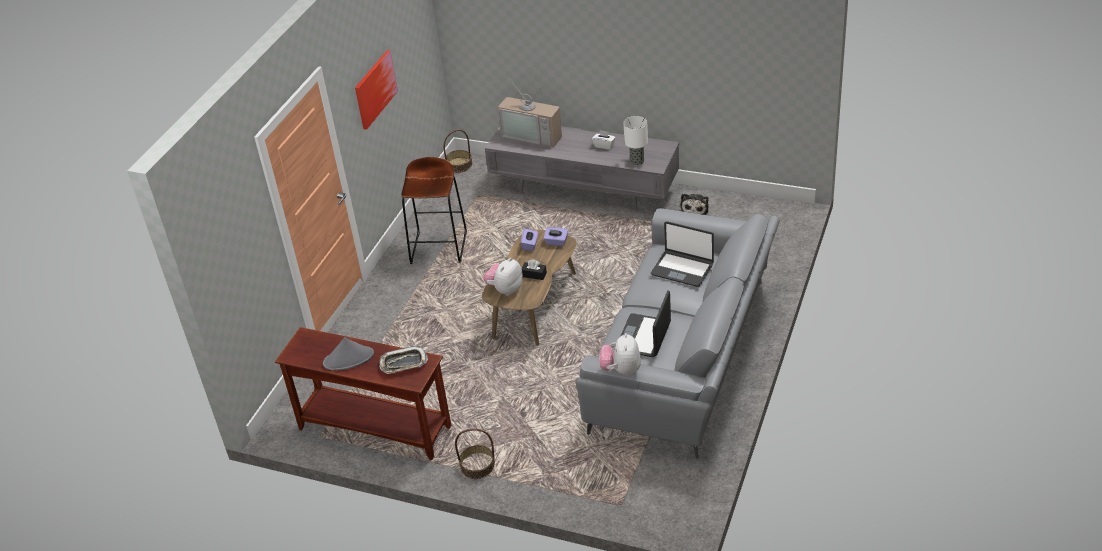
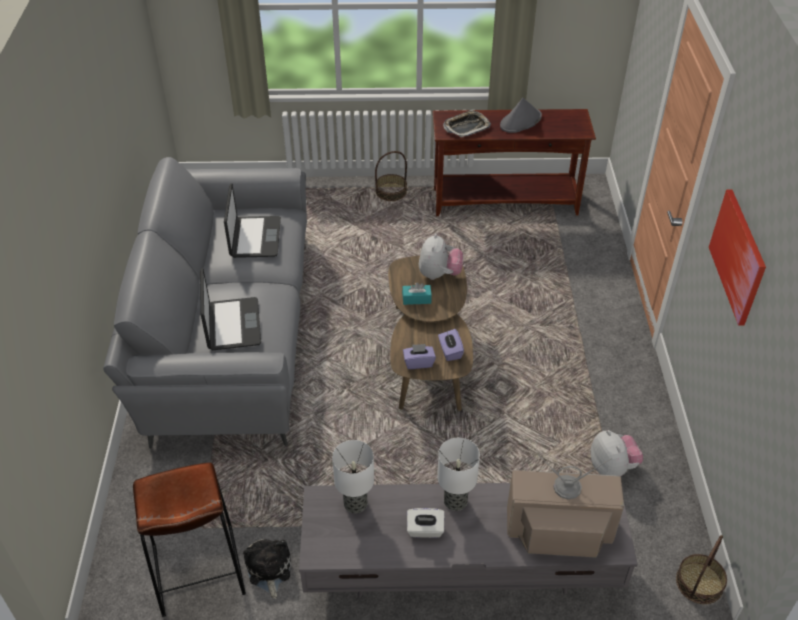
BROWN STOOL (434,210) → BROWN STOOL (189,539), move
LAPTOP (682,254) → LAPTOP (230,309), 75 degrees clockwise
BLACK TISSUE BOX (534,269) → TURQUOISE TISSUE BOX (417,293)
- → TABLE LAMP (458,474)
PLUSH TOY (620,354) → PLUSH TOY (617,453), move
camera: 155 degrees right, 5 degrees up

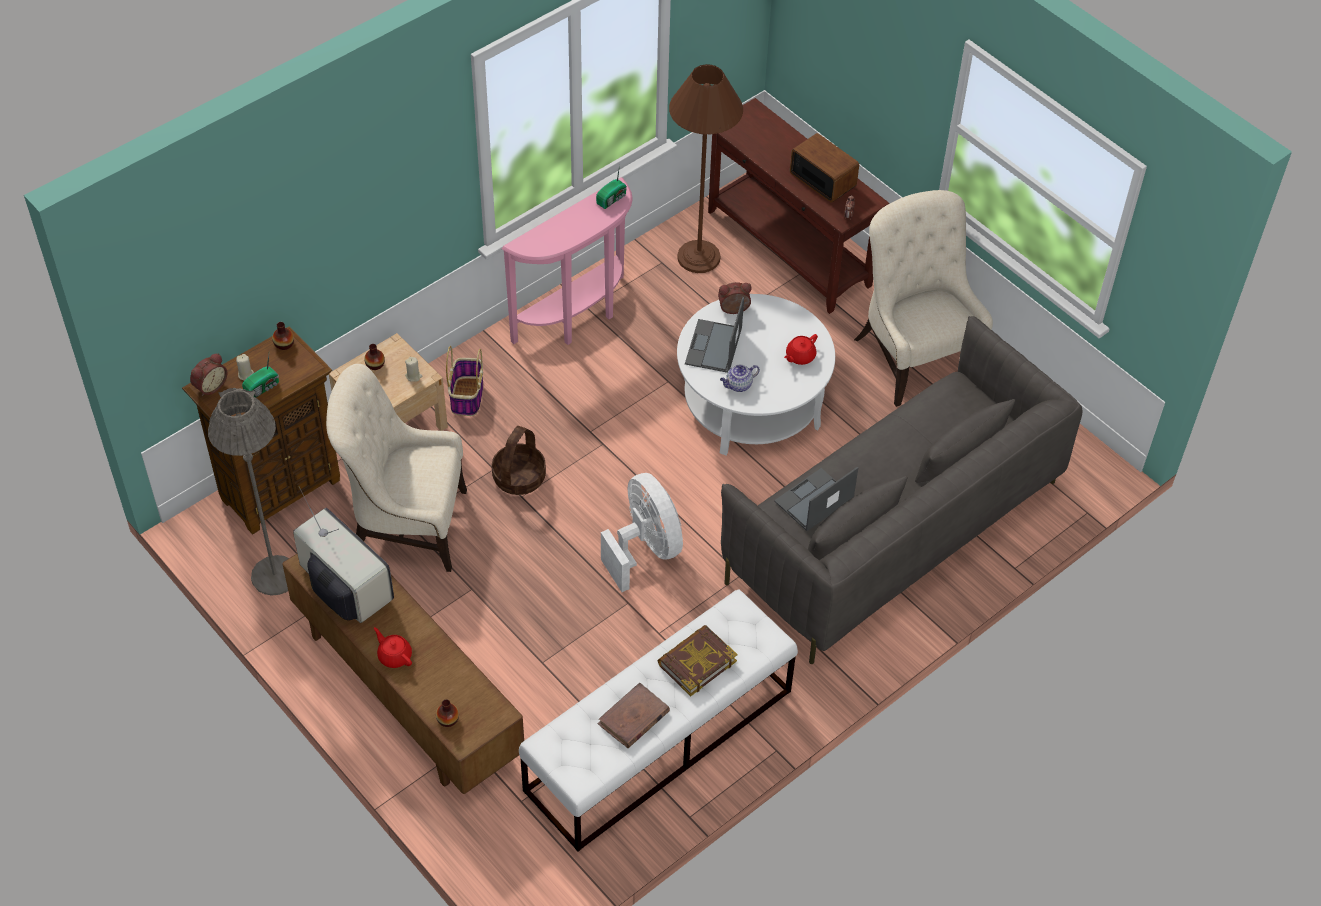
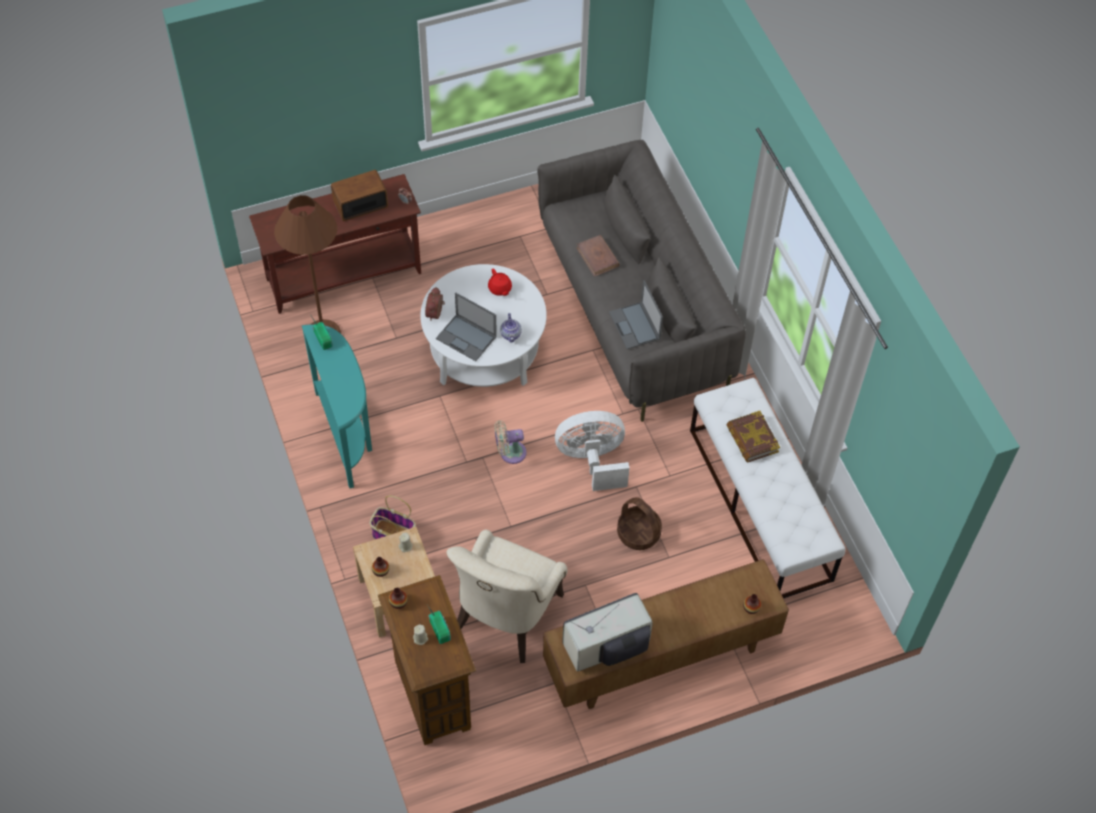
PINK CONSOLE TABLE (567,261) → TURQUOISE CONSOLE TABLE (337,406)
- → BEIGE FAN (510,442)
BROWN BOOK (633,715) → BROWN BOOK (598,256), move
BASKET (519,460) → BASKET (639,523), move
ALARM CLOCK (208,374) → -
GREY FLOOR LAMP (248,492) → -
RED TEAPOT (393,647) → -
BEIGE ARMCHAIR (923,298) → -
camera: 70 degrees left, 5 degrees up

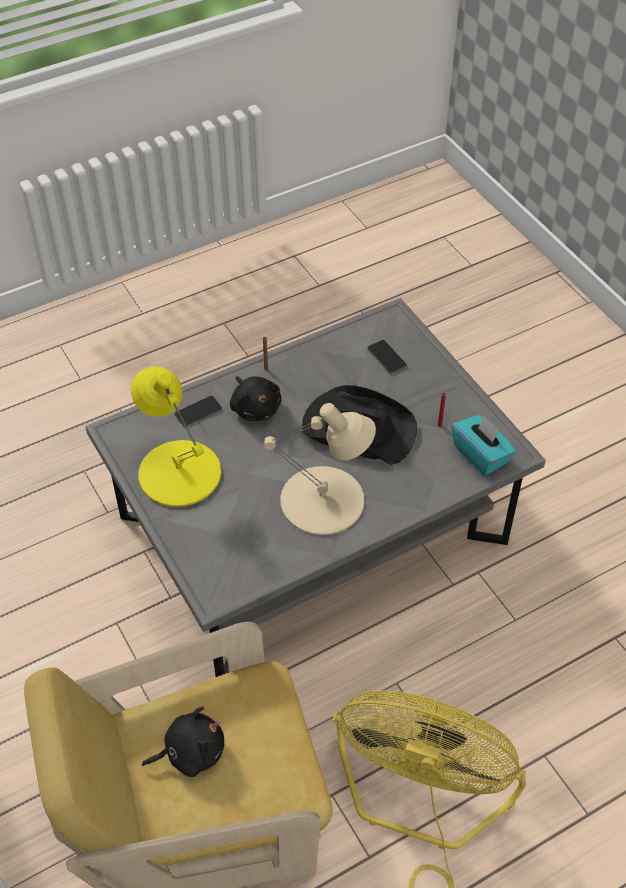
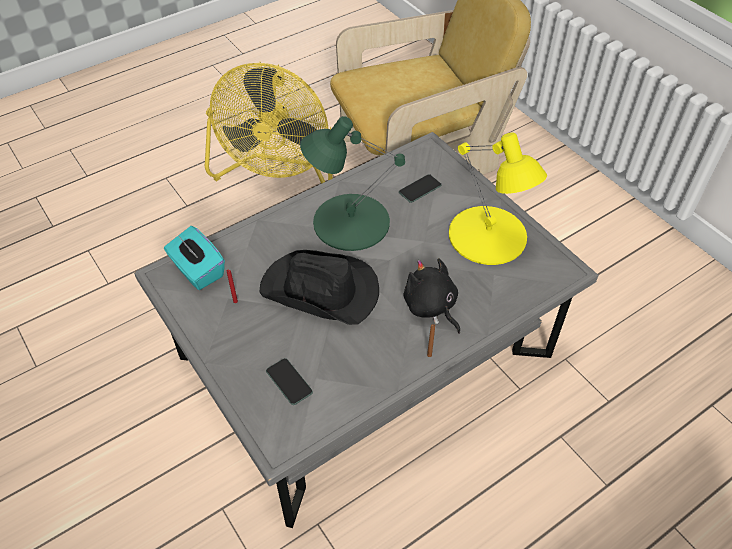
BEIGE TABLE LAMP (320,469) → GREEN TABLE LAMP (352,183)
PHONE (198,411) → PHONE (420,188), move
BLACK PLUSH TOY (183,742) → -
camera: 175 degrees right, 0 degrees up

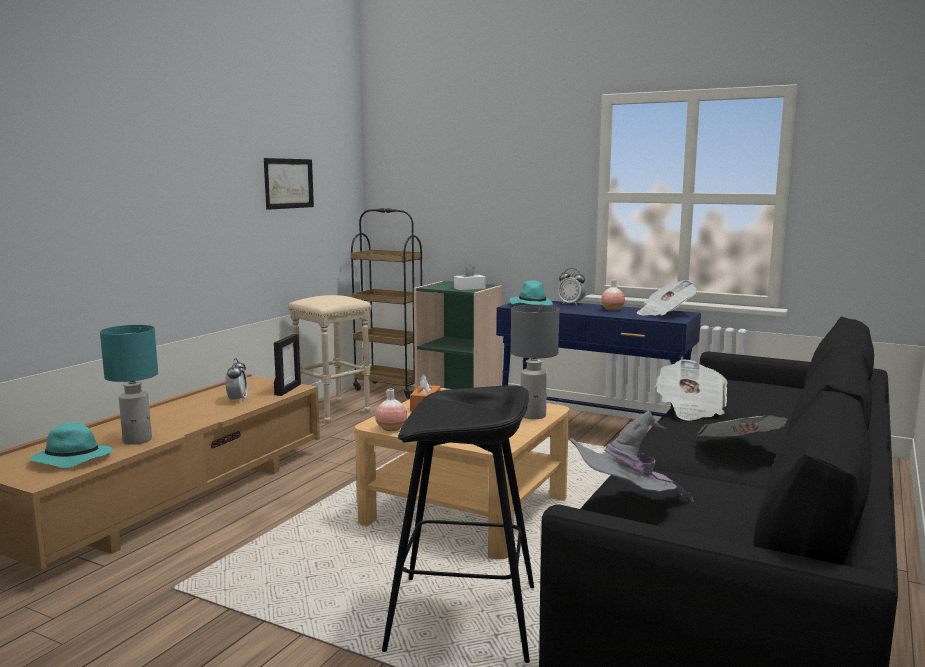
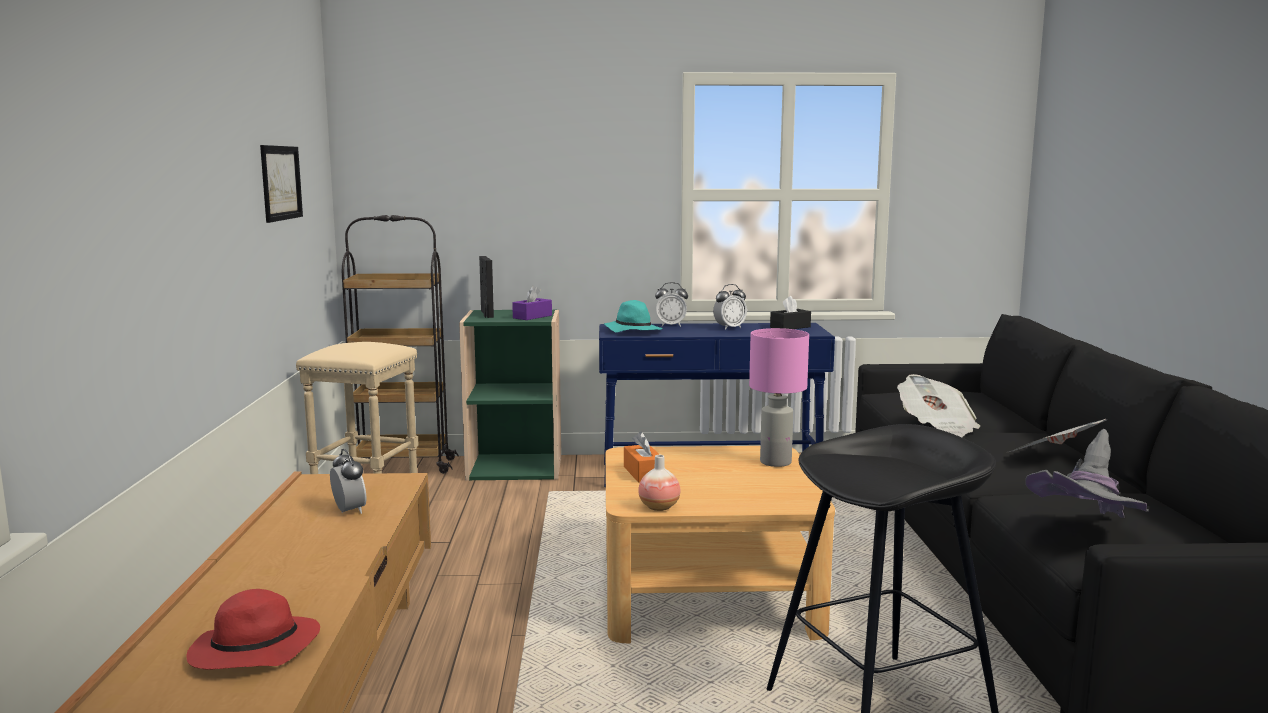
TURQUOISE HAT (71,445) → RED HAT (253,629)
PICTURE FRAME (287,365) → PICTURE FRAME (486,287), move
WHITE TISSUE BOX (470,277) → PURPLE TISSUE BOX (532,303)
VASE (613,295) → ALARM CLOCK (730,307)
GREY TABLE LAMP (535,362) → PINK TABLE LAMP (779,397)
NEWSPAPER (667,298) → BLACK TISSUE BOX (790,312)
TURQUOISE TABLE LAMP (129,385) → -
camera: 30 degrees left, 0 degrees up

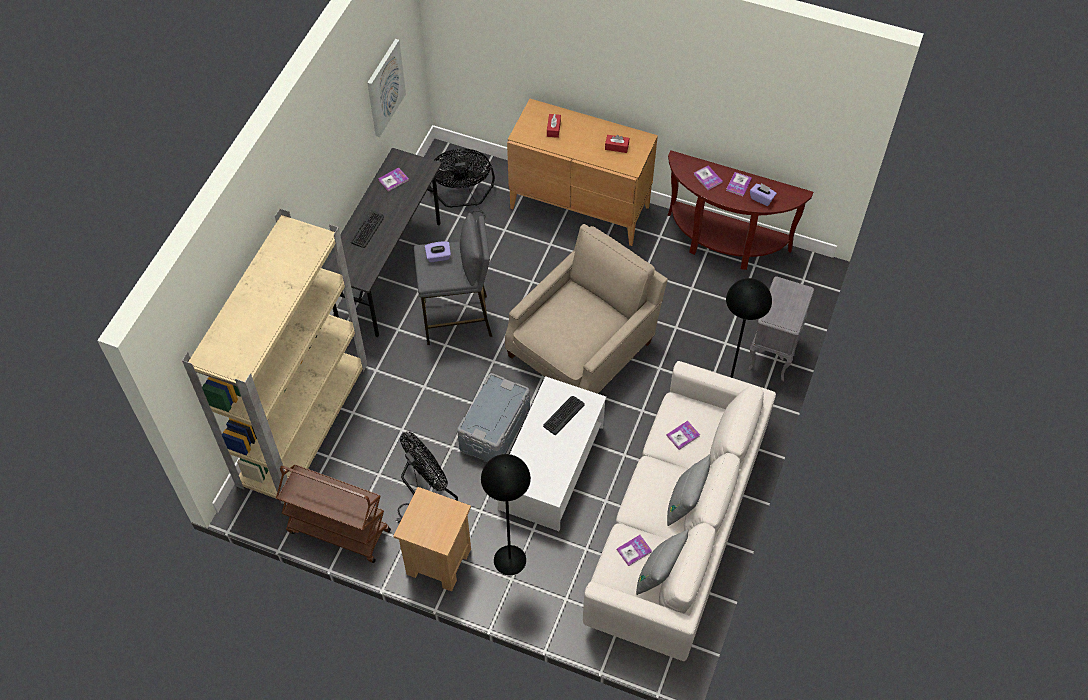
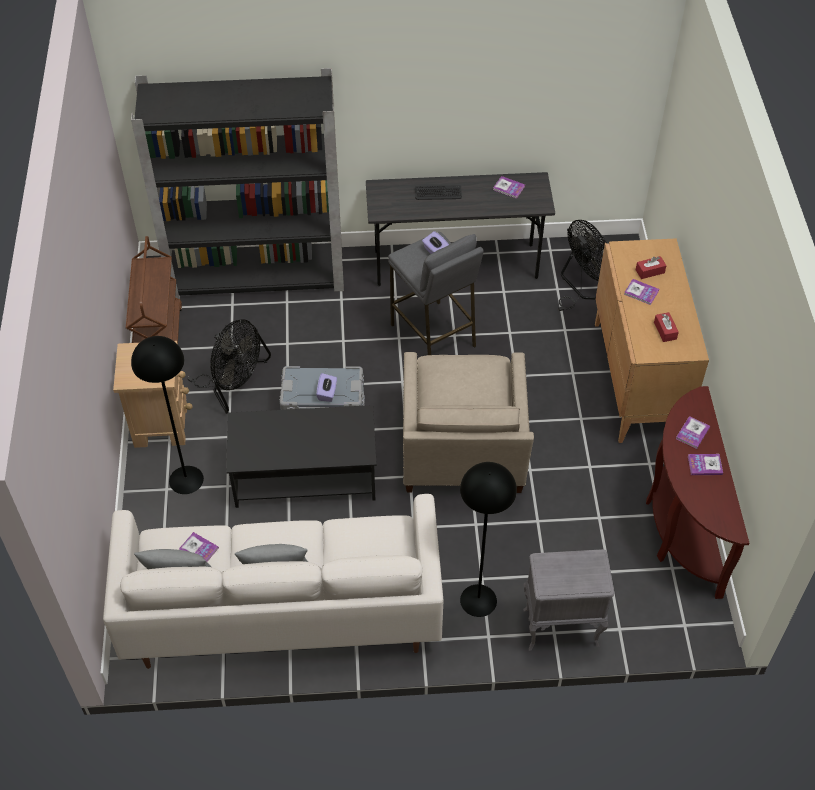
BEIGE BOOKCASE (275,356) → BLACK BOOKCASE (237,183)
WHITE COFFEE TABLE (552,453) → BLACK COFFEE TABLE (301,456)
PURPLE TISSUE BOX (763,194) → PURPLE TISSUE BOX (326,387), move
BEIGE ARMCHAIR (586,309) → BEIGE ARMCHAIR (468,422), 75 degrees clockwise
BOOK (683,435) → BOOK (641,292), move
PICTURE (386,88) → -
KEYBOARD (564,415) → -
camera: 65 degrees right, 5 degrees down

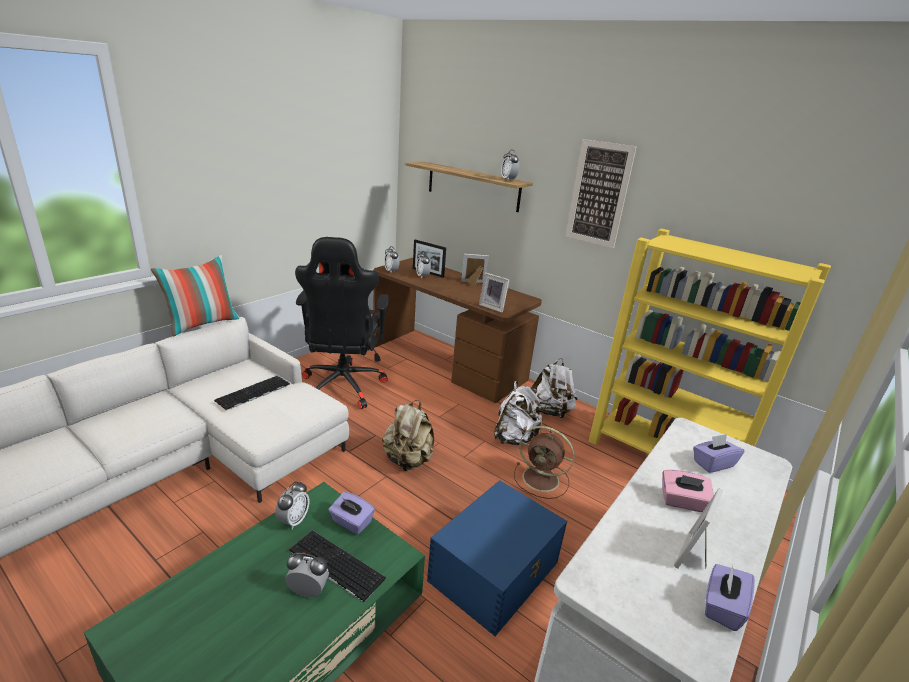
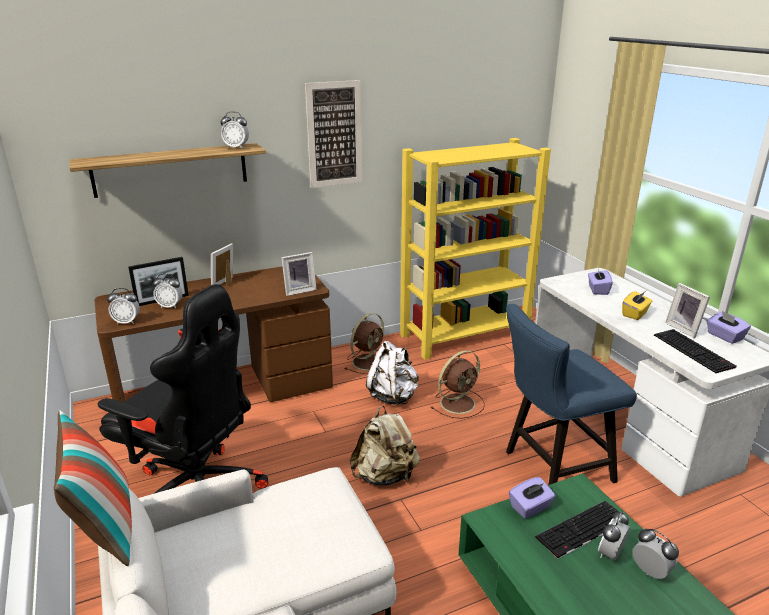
WHITE BACKPACK (554,388) → BROWN FAN (364,343)
BLUE STORAGE BOX (497,558) → BLUE CHAIR (571,394)
PINK TISSUE BOX (688,491) → YELLOW TISSUE BOX (637,305)
ALARM CLOCK (292,505) → ALARM CLOCK (656,553), move
KEYBOARD (252,393) → KEYBOARD (695,351), move
camera: 60 degrees left, 0 degrees up

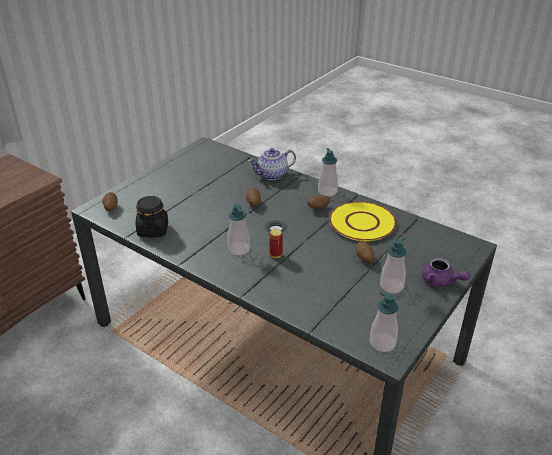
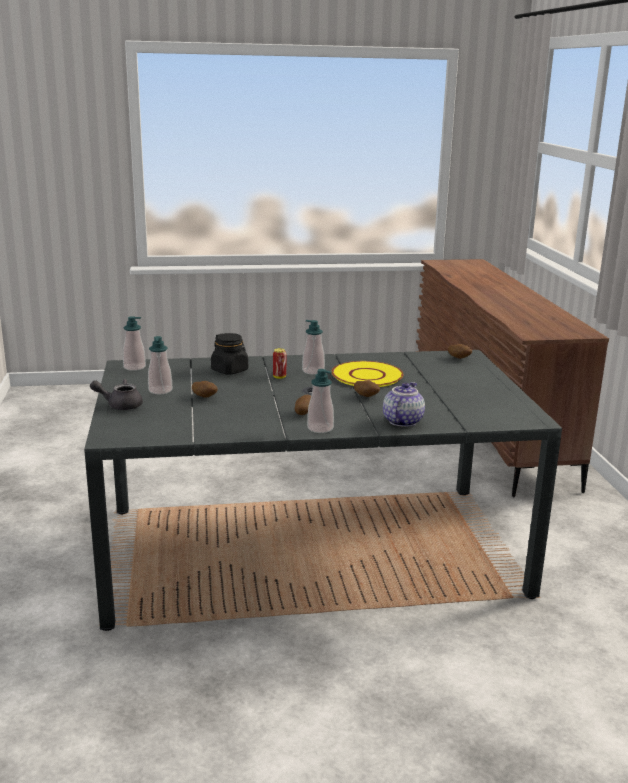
PURPLE TEAPOT (446,272) → GREY TEAPOT (116,394)
BLACK JAR (152,216) → BLACK JAR (229,354), move
YELLOW PLATE (363,221) → YELLOW PLATE (367,374), move
camera: 135 degrees right, 15 degrees down

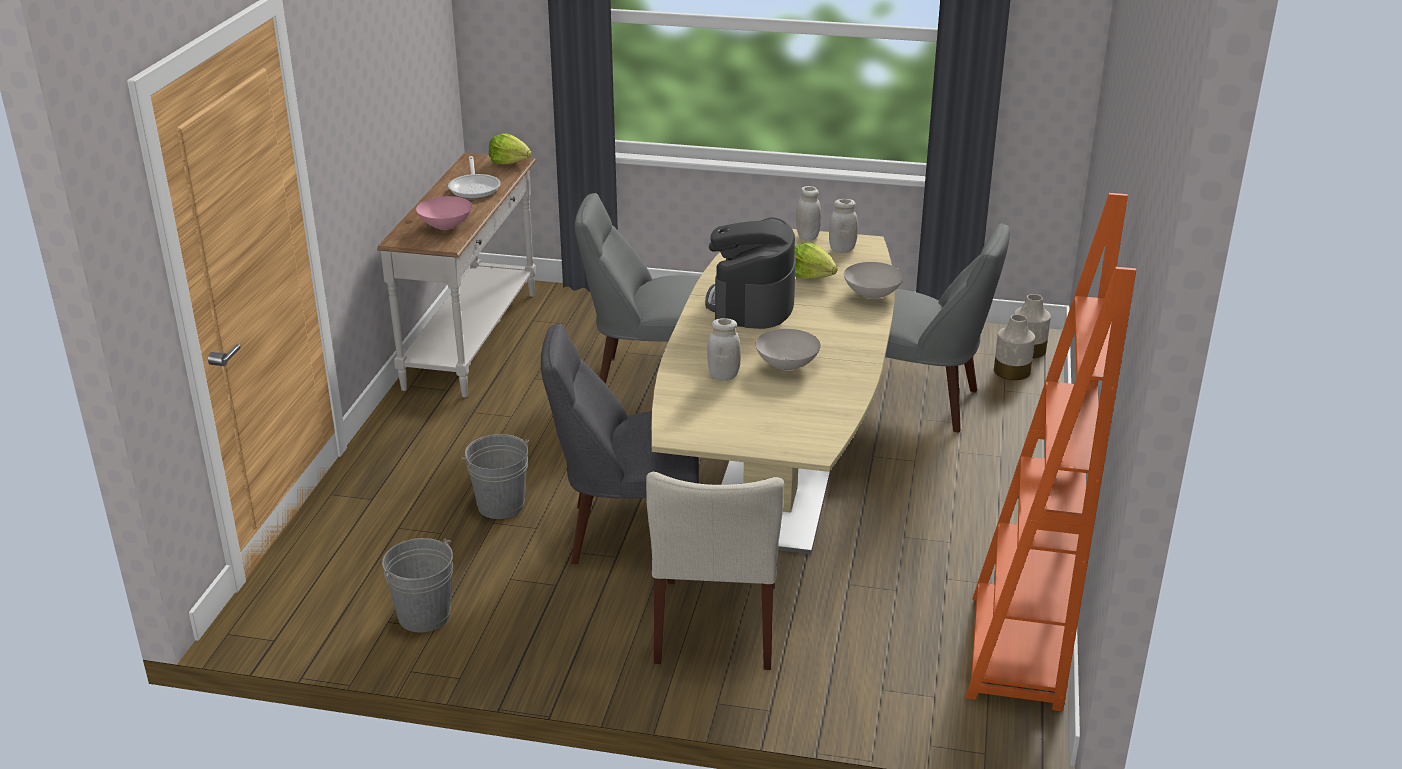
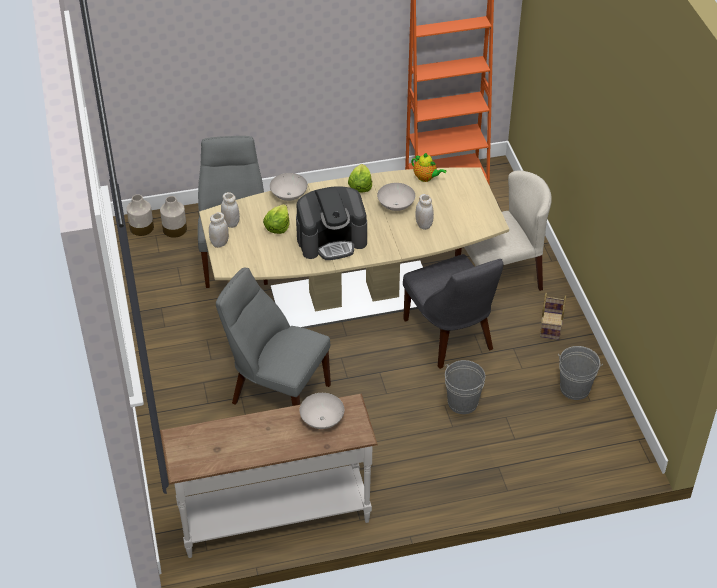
GREY CHAIR (638,288) → GREY CHAIR (273,336), 135 degrees clockwise
PINK BOWL (444,213) → WHITE BOWL (321,411)
LETTUCE (510,148) → LETTUCE (360,178), move
- → TEAPOT (428,167)
- → BASKET (553,316)
FRYING PAN (474,177) → -
camera: 115 degrees left, 15 degrees up

